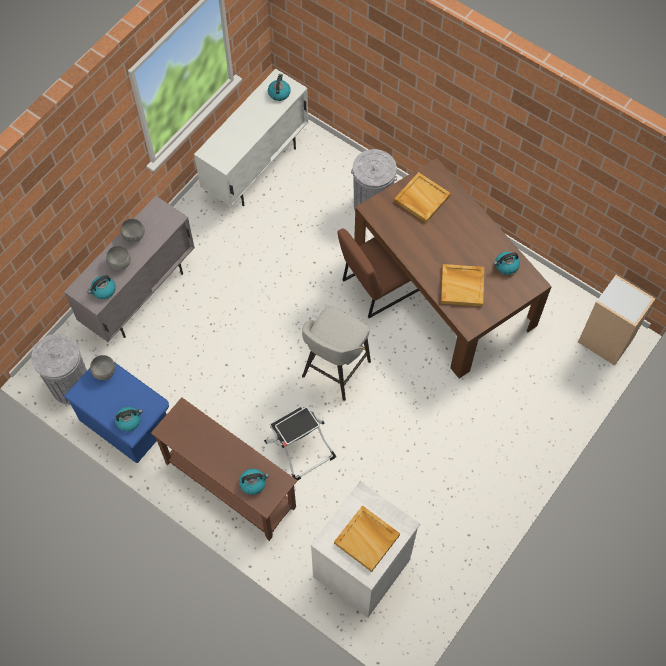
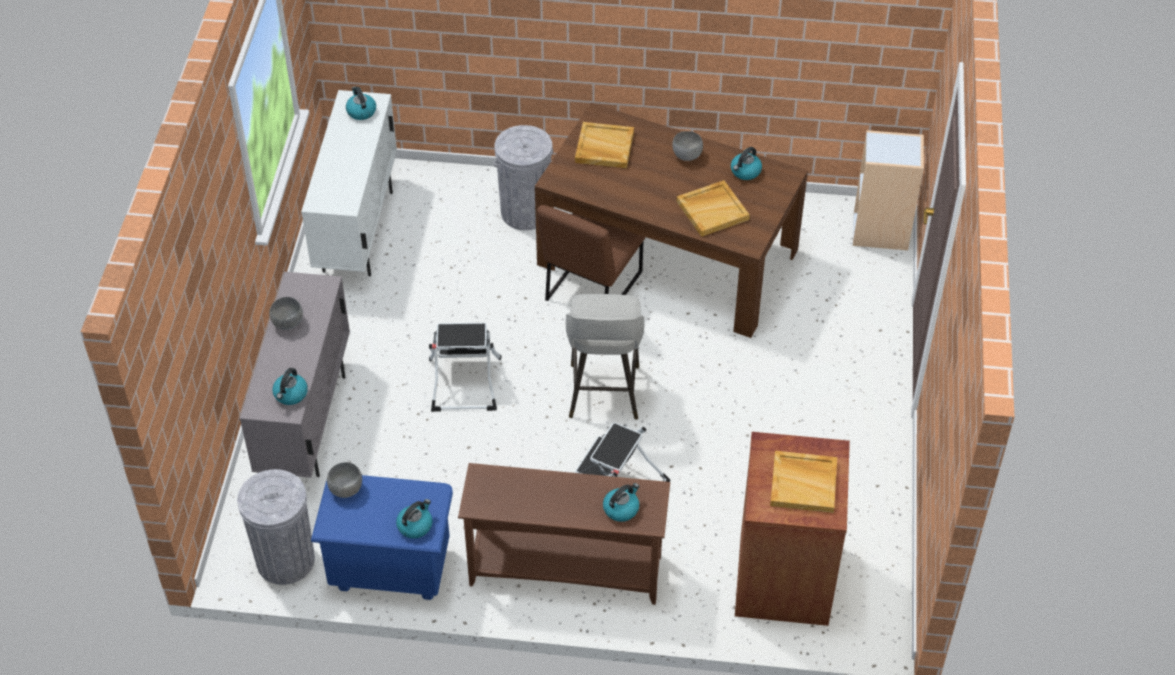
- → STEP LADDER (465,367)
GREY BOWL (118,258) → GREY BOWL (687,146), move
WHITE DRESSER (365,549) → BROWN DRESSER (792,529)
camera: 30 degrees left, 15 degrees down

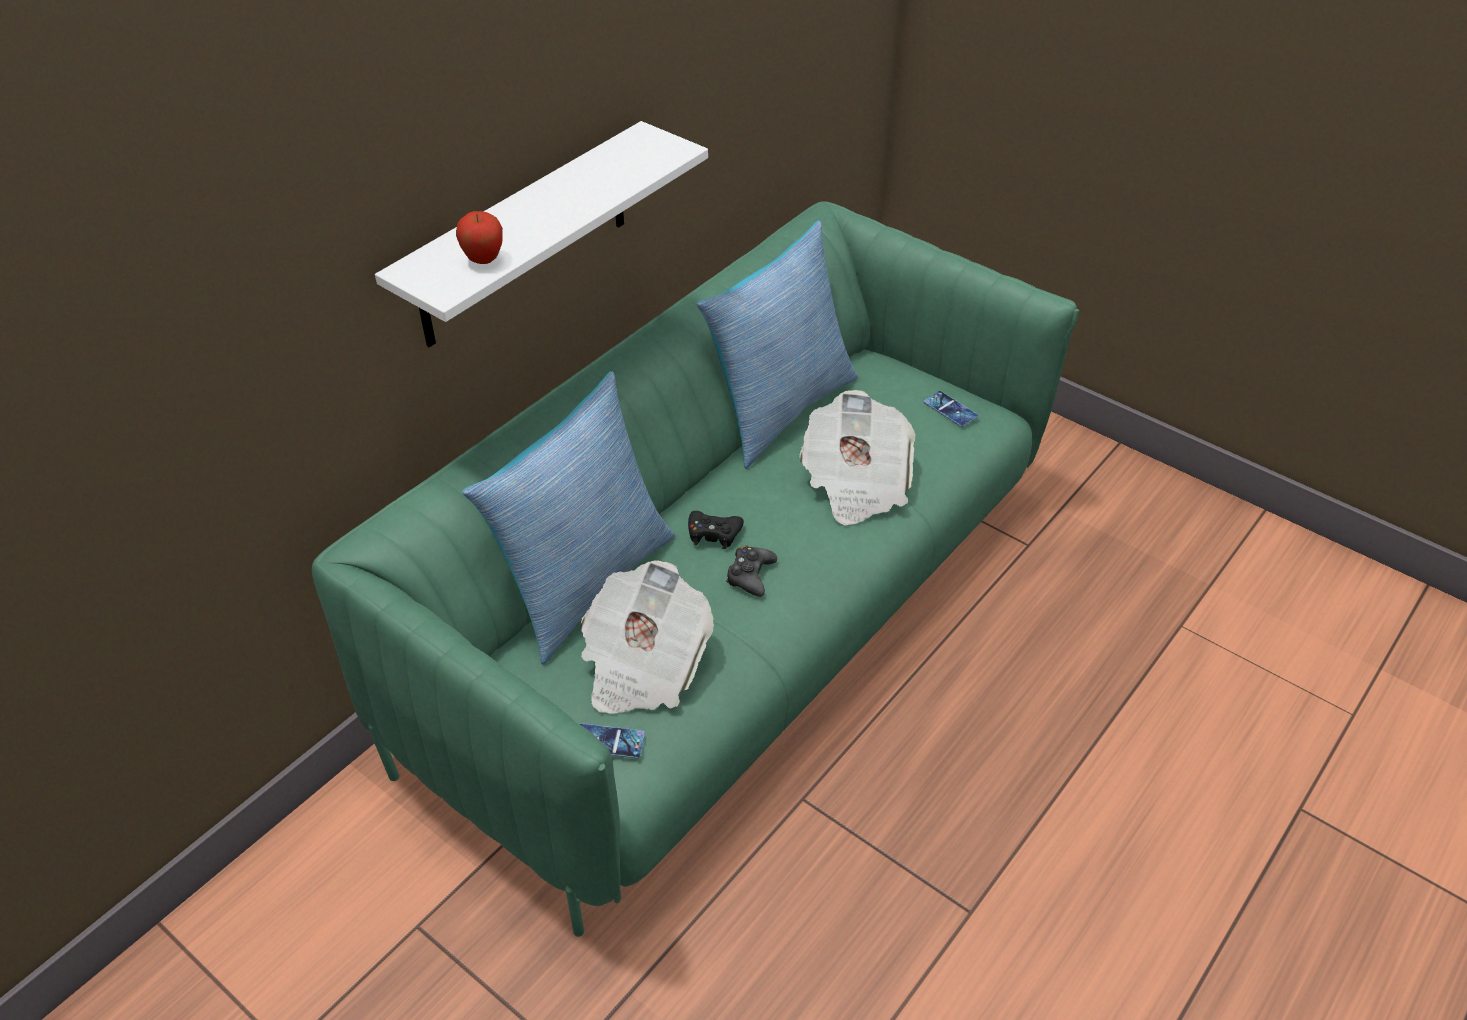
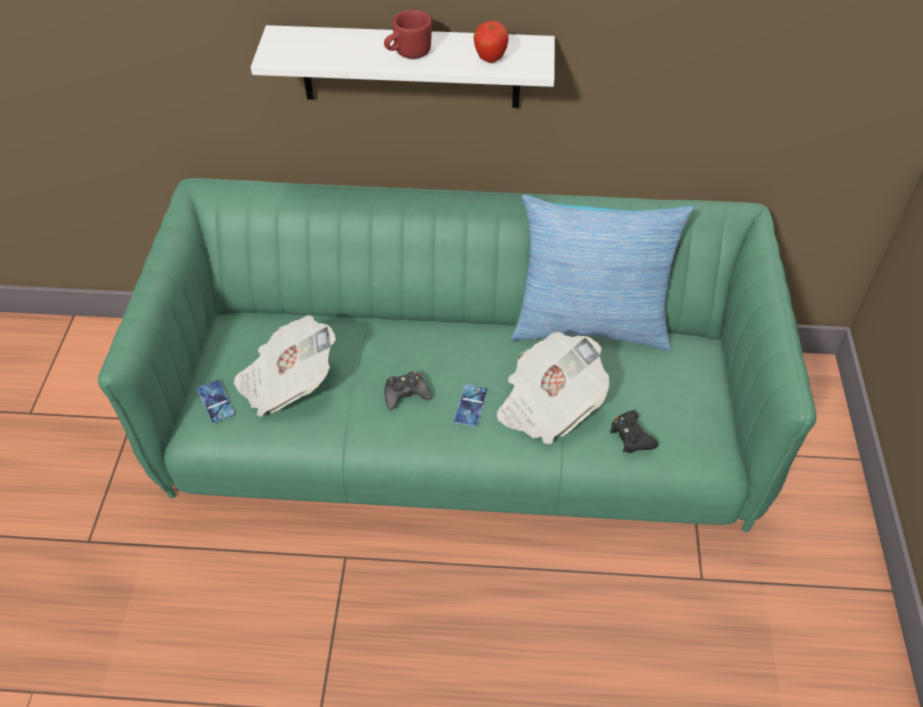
- → RED MUG (408,34)
PHONE (951,409) → PHONE (471,405), move
APPLE (479,237) → APPLE (491,42), move
BLACK GAME CONTROLLER (716,530) → BLACK GAME CONTROLLER (634,432), move
PILLOW (568,518) → -
camera: 55 degrees right, 5 degrees up

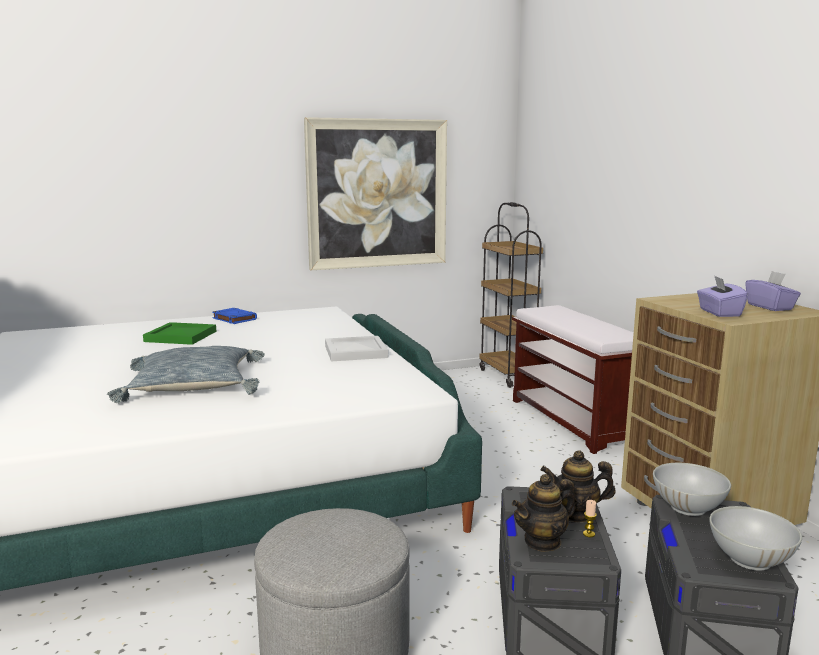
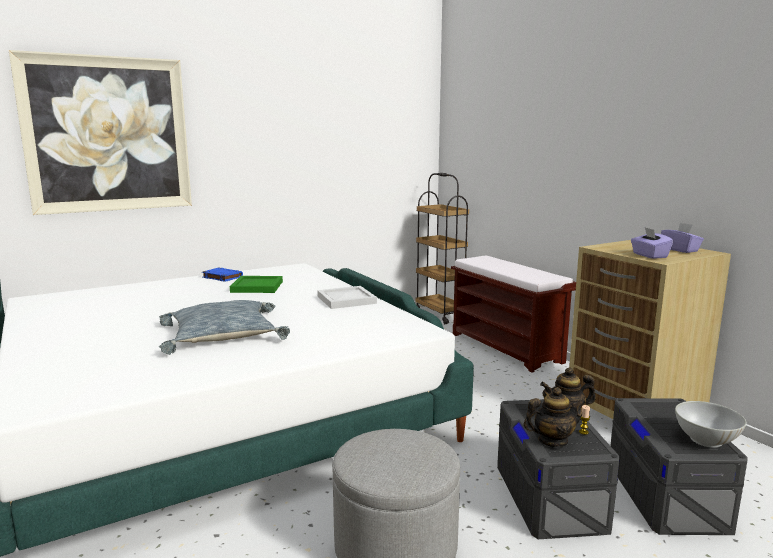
PICTURE (375,193) → PICTURE (100,132), move
GREEN TRAY (179,333) → GREEN TRAY (256,284), move
TEAPOT (543,513) → TEAPOT (555,417), 150 degrees counterclockwise
WHITE BOWL (692,489) → -
camera: 10 degrees left, 0 degrees up

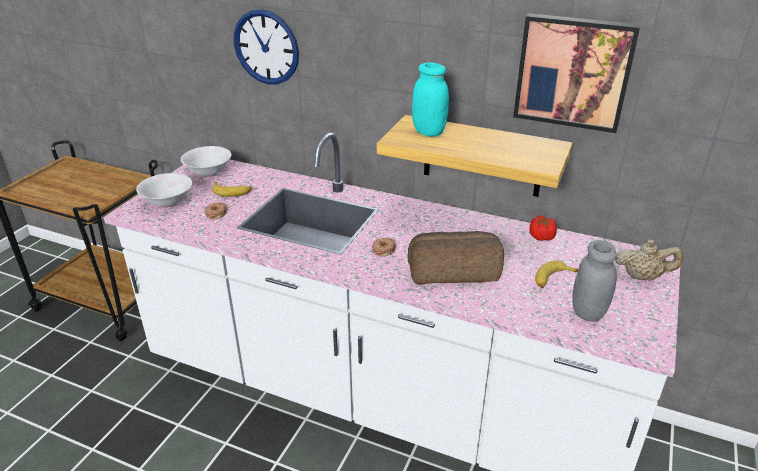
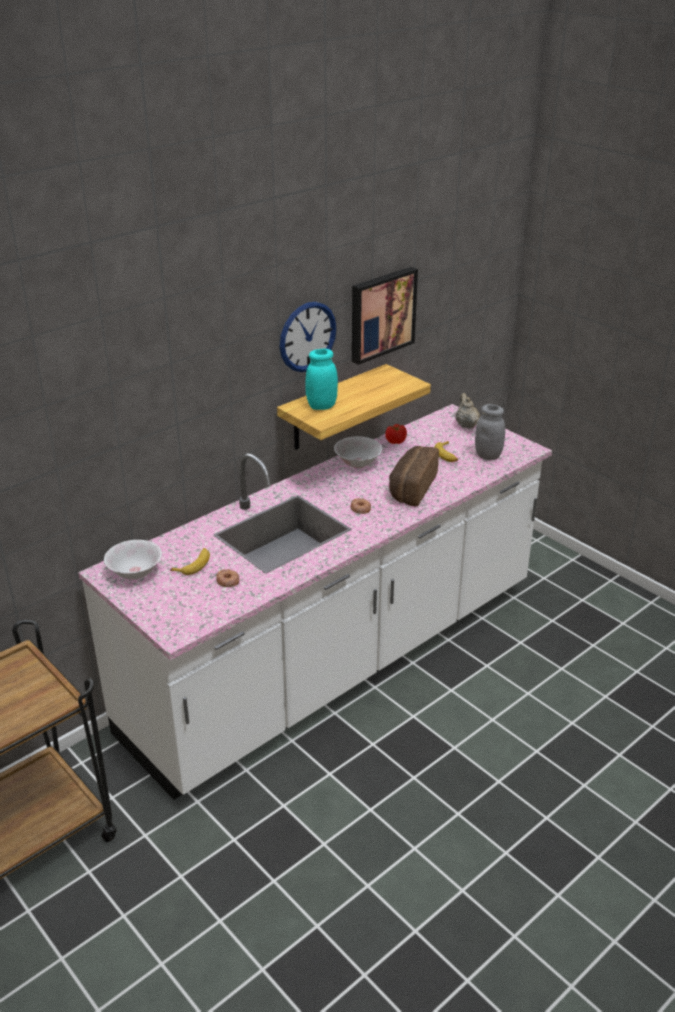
WALL CLOCK (266,47) → WALL CLOCK (308,337), move
WHITE BOWL (164,190) → WHITE BOWL (358,452), move
BEIGE TEAPOT (649,259) → BEIGE TEAPOT (467,411), 45 degrees counterclockwise
camera: 65 degrees left, 0 degrees up

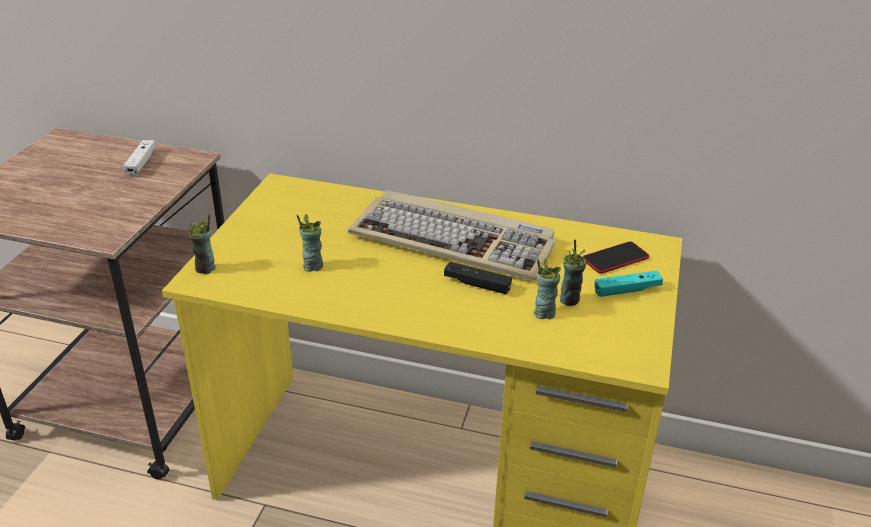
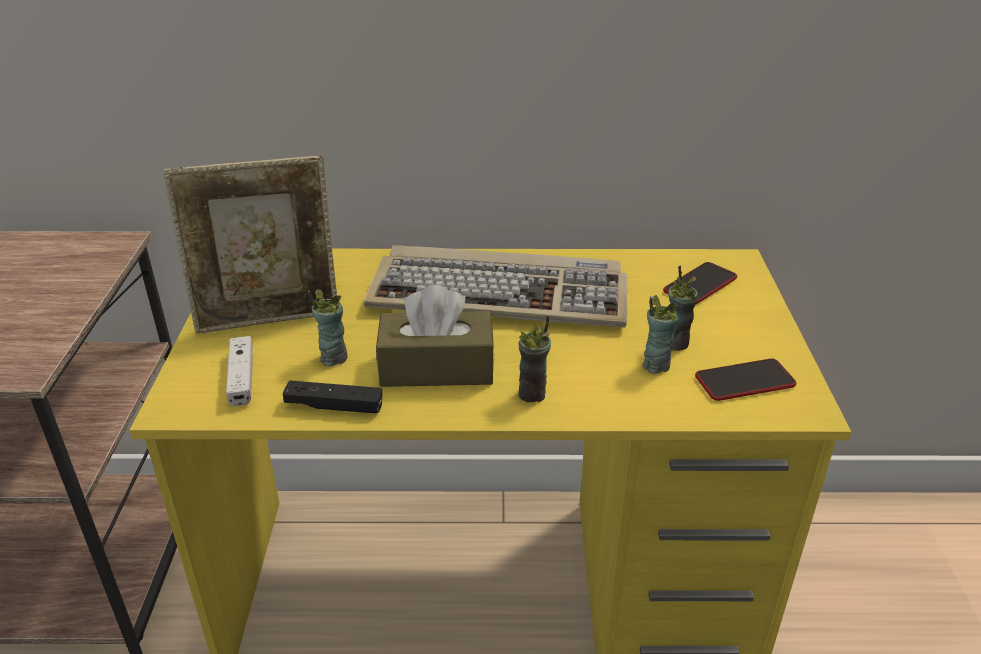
- → PICTURE FRAME (250,245)
WHITE GAME CONTROLLER (139,158) → WHITE GAME CONTROLLER (239,371), move
BLACK GAME CONTROLLER (478,278) → BLACK GAME CONTROLLER (332,397), move
- → BROWN TISSUE BOX (435,336)
CUP (202,244) → CUP (534,358), move
- → PHONE (745,380)
TURQUOISE GAME CONTROLLER (628,283) → -
camera: 15 degrees left, 0 degrees up

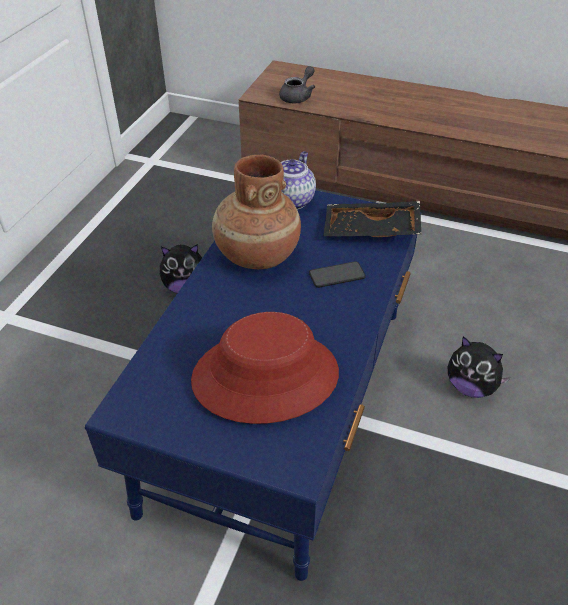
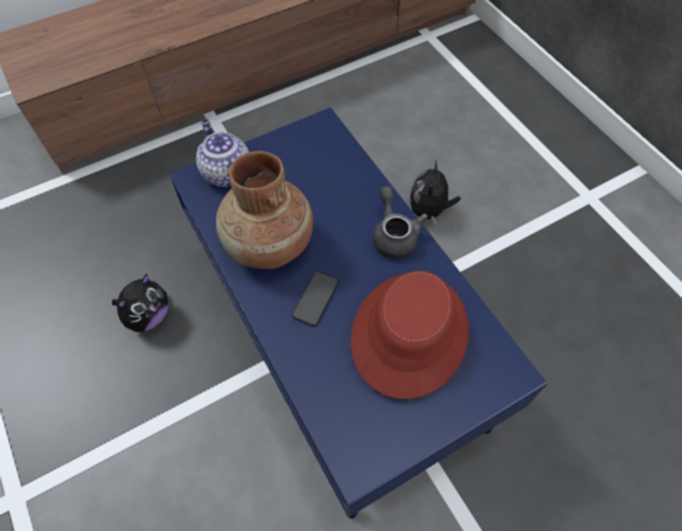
PHONE (337,274) → PHONE (315,298), move
GREY TEAPOT (297,84) → GREY TEAPOT (400,222), move
PLUSH TOY (479,367) → PLUSH TOY (435,192), 120 degrees clockwise
BLACK TRAY (372,219) → -
camera: 50 degrees left, 15 degrees up

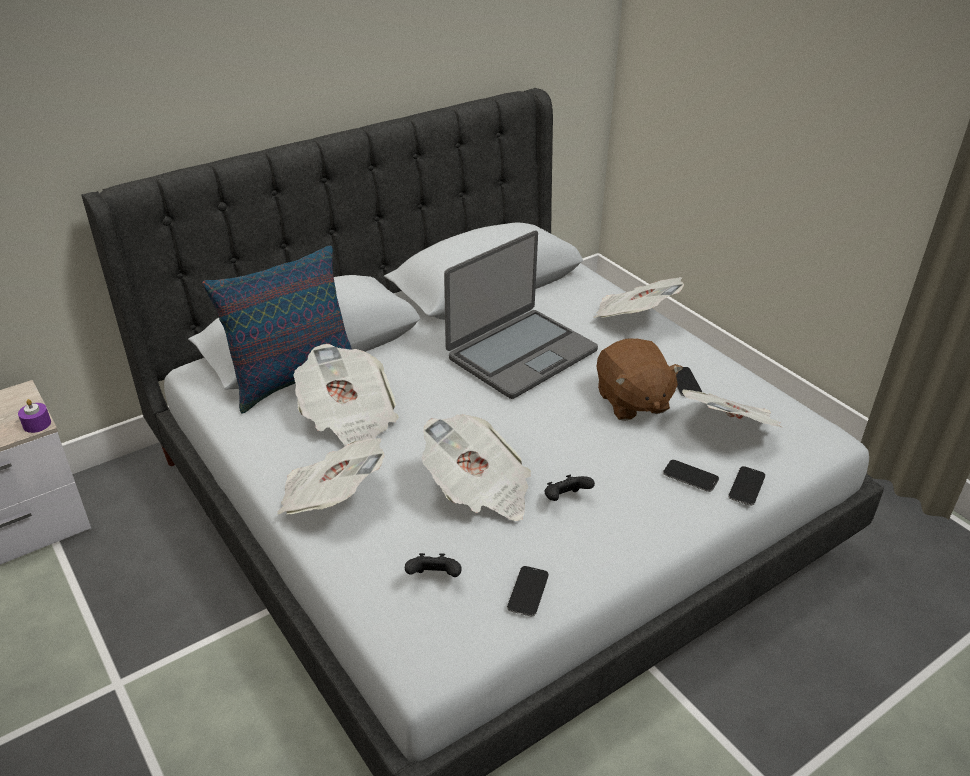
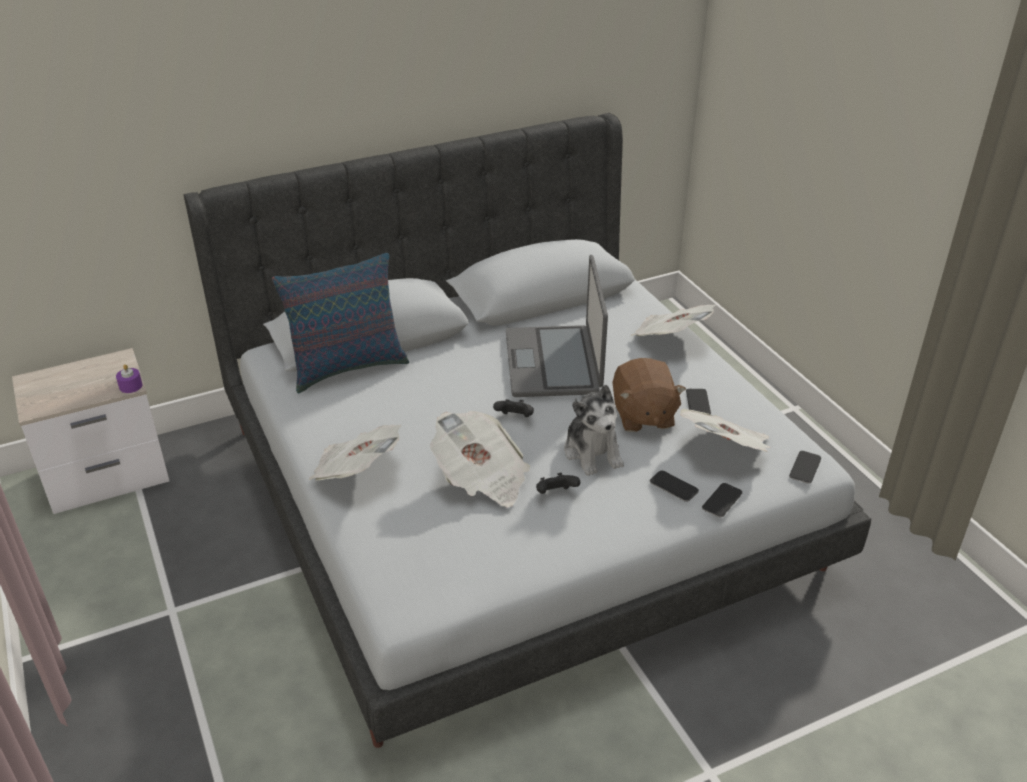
BLACK GAME CONTROLLER (433,565) → BLACK GAME CONTROLLER (513,408), move
LAPTOP (521,315) → LAPTOP (557,326), 120 degrees clockwise
- → PLUSH TOY (594,430)
PHONE (528,591) → PHONE (805,467), move
NEWSPAPER (346,395) → -
camera: 10 degrees right, 0 degrees up

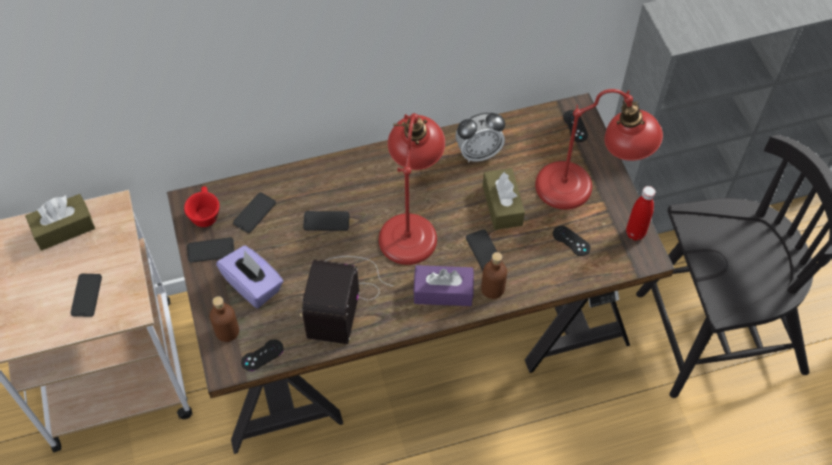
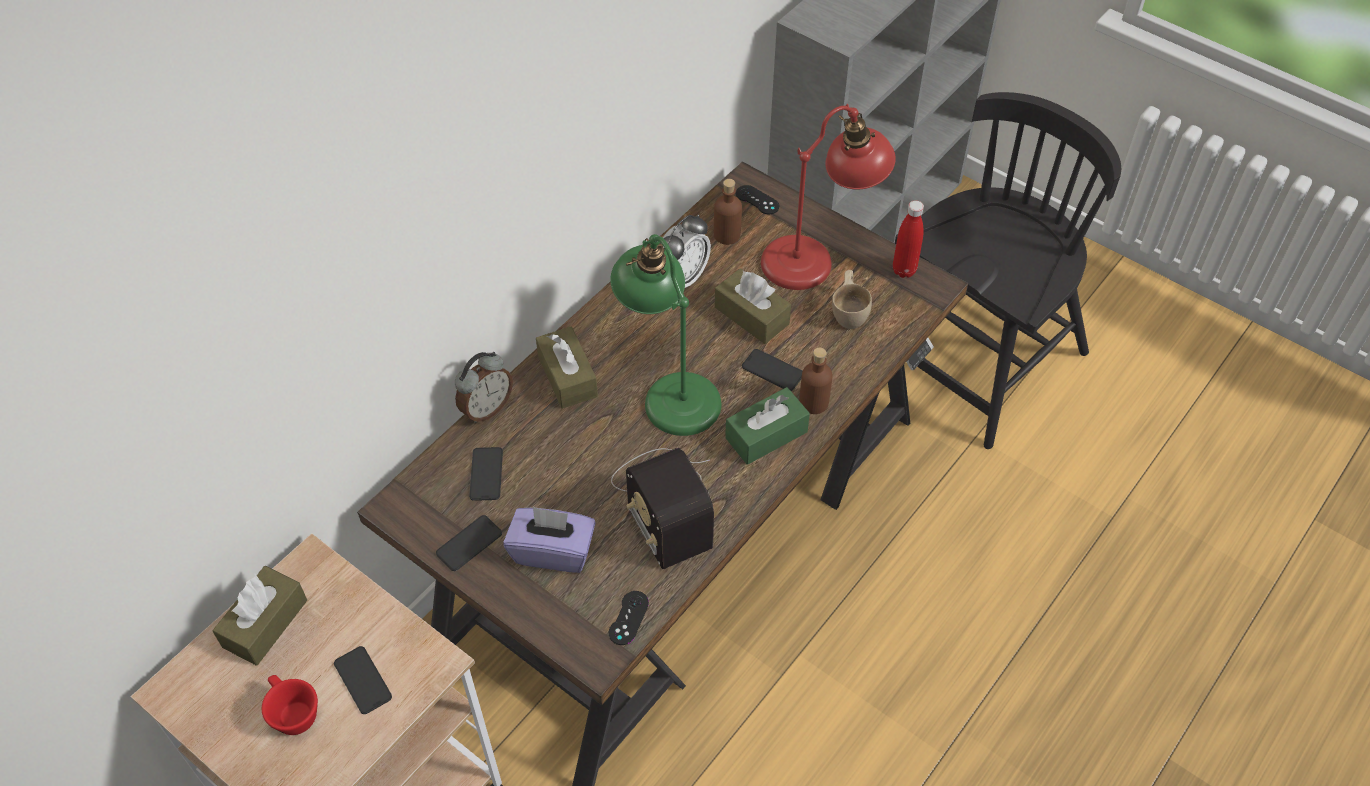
RED CUP (201,206) → RED CUP (290,705), move
- → ALARM CLOCK (484,387)
- → BROWN TISSUE BOX (567,368)
RED TABLE LAMP (412,189) → GREEN TABLE LAMP (665,335)
BROWN BOTTLE (224,319) → BROWN BOTTLE (728,212), move
PURPLE TISSUE BOX (443,285) → GREEN TISSUE BOX (767,426)
BLACK GAME CONTROLLER (572,241) → BEIGE CUP (852,299)
PHONE (326,221) → -
camera: 35 degrees left, 5 degrees down

